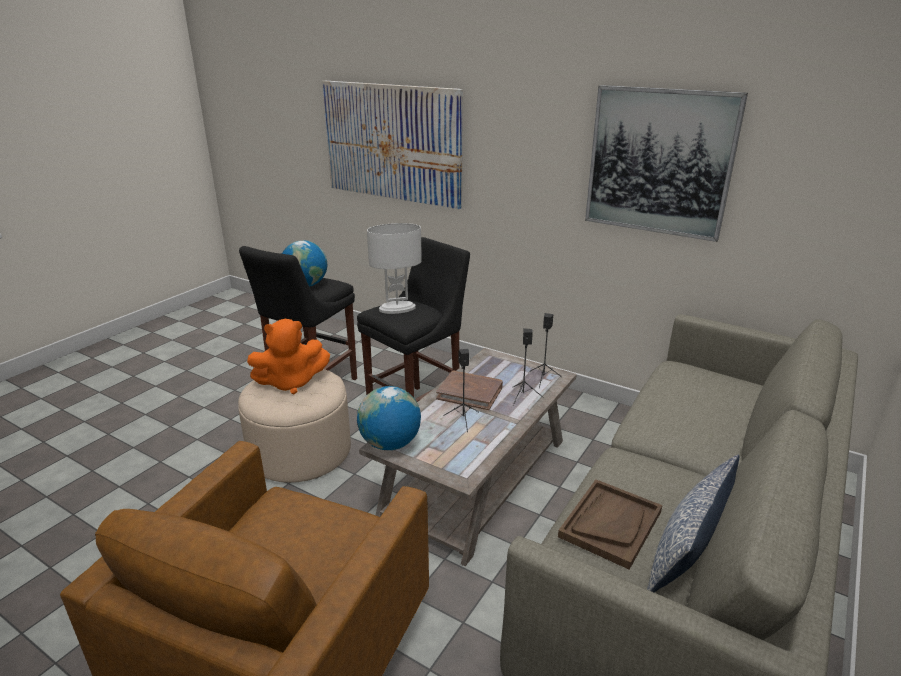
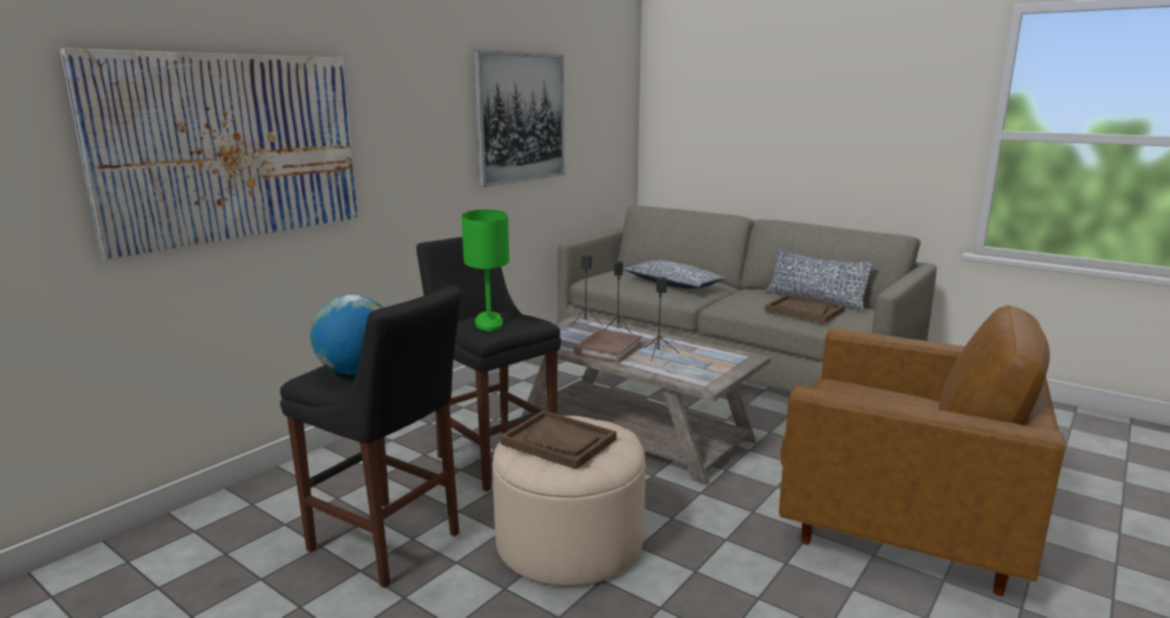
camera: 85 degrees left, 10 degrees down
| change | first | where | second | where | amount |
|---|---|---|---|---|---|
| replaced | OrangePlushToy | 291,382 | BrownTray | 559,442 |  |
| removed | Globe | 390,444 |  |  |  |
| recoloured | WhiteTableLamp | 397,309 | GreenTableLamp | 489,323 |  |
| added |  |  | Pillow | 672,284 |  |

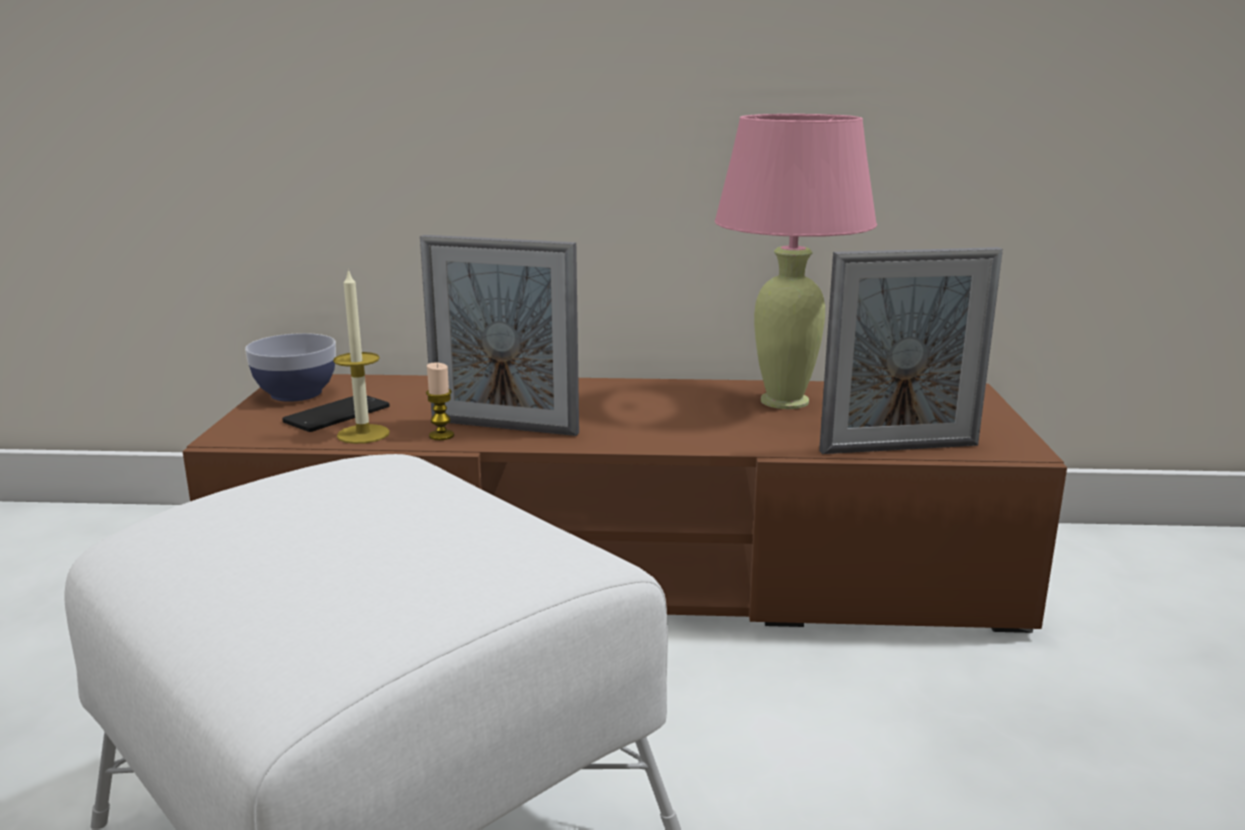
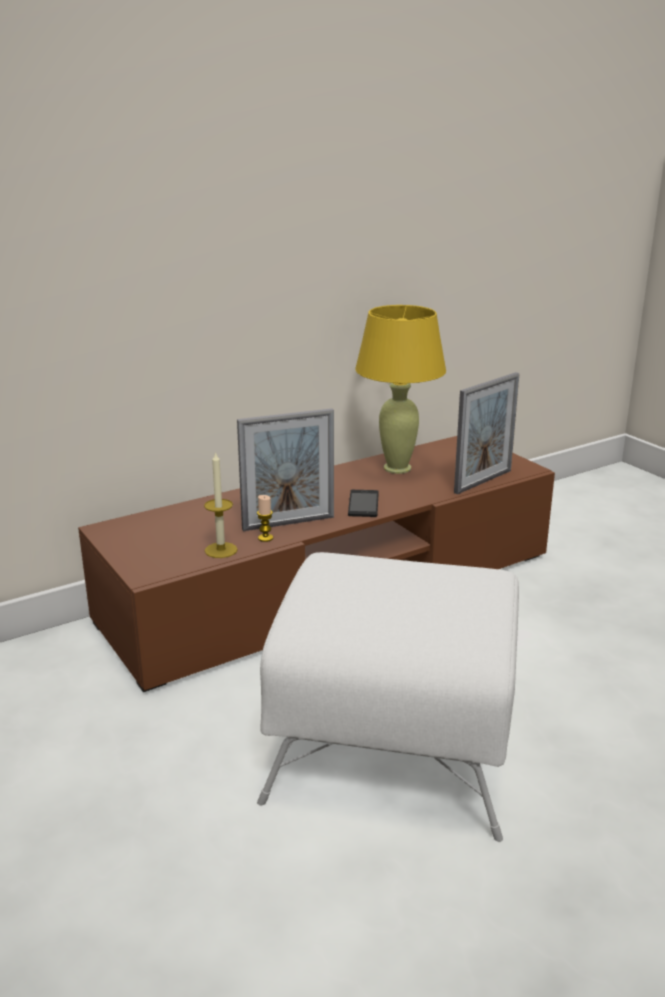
camera: 35 degrees left, 5 degrees up
| change | first | where | second | where | amount |
|---|---|---|---|---|---|
| removed | Bowl | 296,393 |  |  |  |
| moved | Phone | 337,414 |  | 363,504 |  |
| recoloured | PinkTableLamp | 784,401 | YellowTableLamp | 397,468 |  |

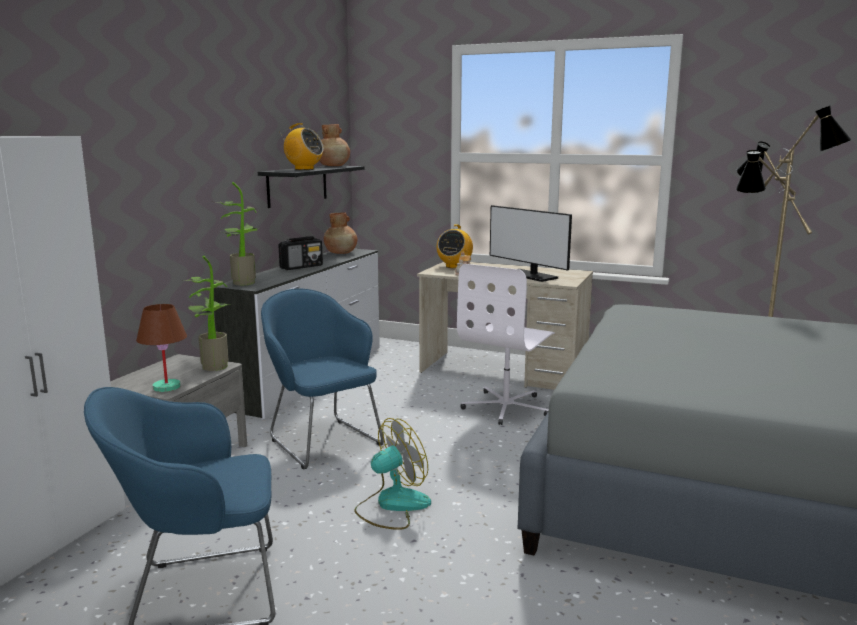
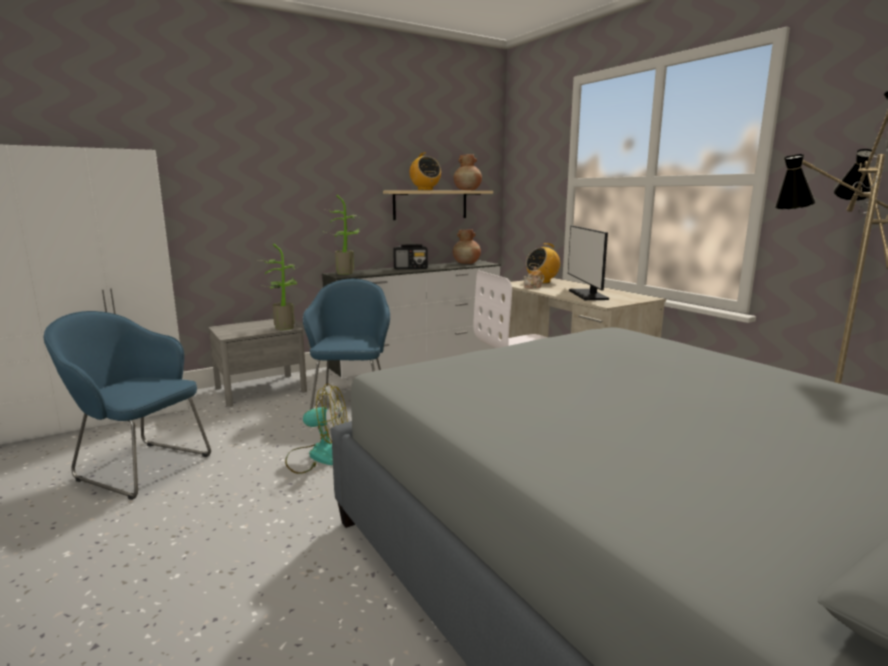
camera: 35 degrees right, 0 degrees up
| change | first | where | second | where | amount |
|---|---|---|---|---|---|
| removed | BrownTableLamp | 167,387 |  |  |  |
| recoloured | BlackShelf | 297,185 | BeigeShelf | 430,204 |  |

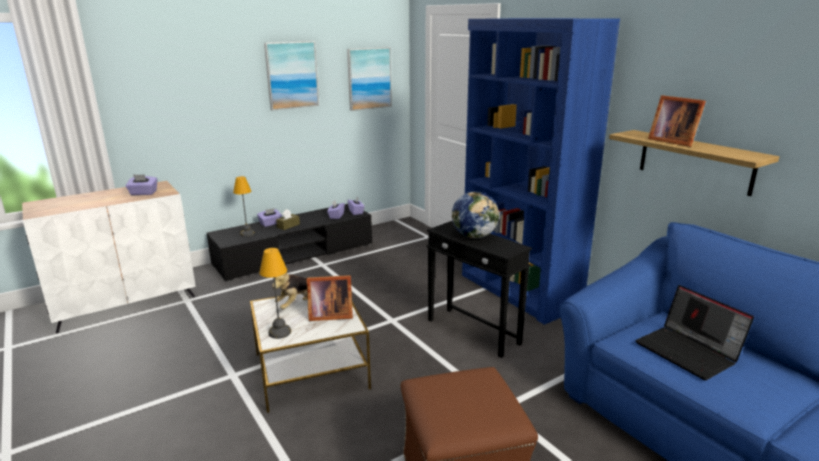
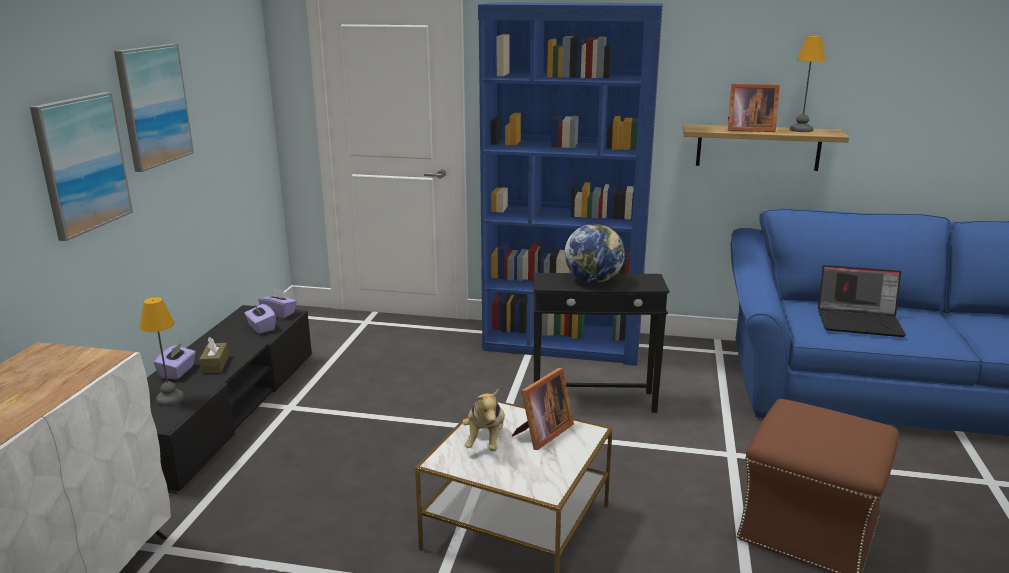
camera: 45 degrees left, 0 degrees up
| change | first | where | second | where | amount |
|---|---|---|---|---|---|
| removed | PurpleTissueBox | 143,193 |  |  |  |
| moved | TableLamp | 279,332 |  | 801,130 |  |
| moved | Picture | 369,78 |  | 82,164 |  |

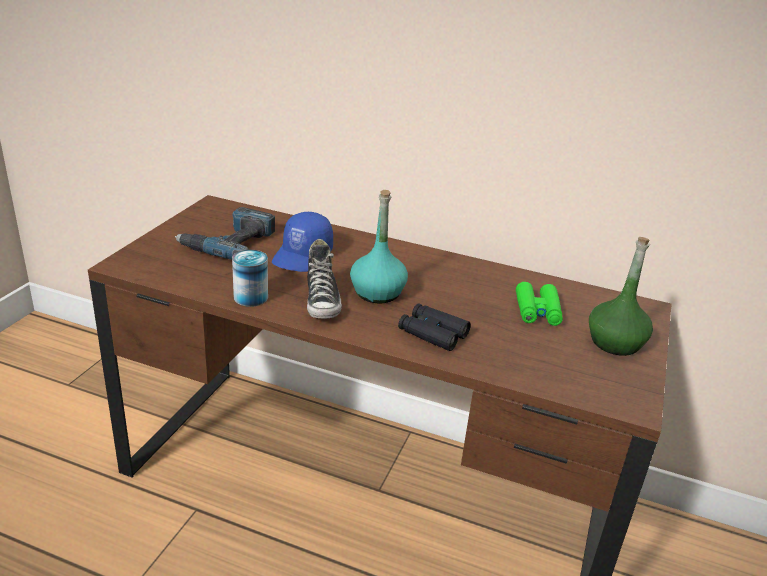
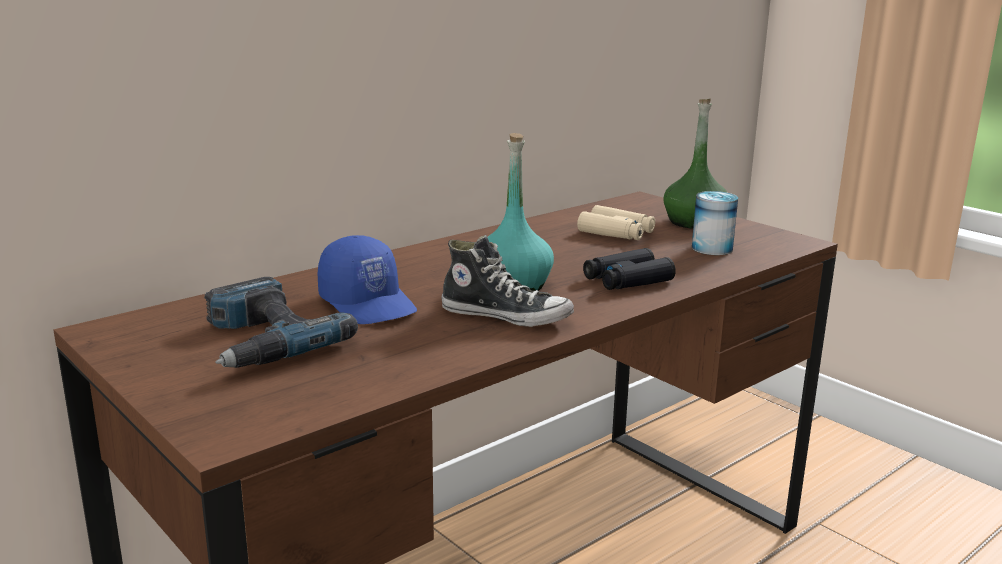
camera: 60 degrees left, 10 degrees down
| change | first | where | second | where | amount |
|---|---|---|---|---|---|
| moved | Can | 250,297 |  | 712,248 |  |
| recoloured | GreenBinoculars | 537,311 | BeigeBinoculars | 616,232 |  |

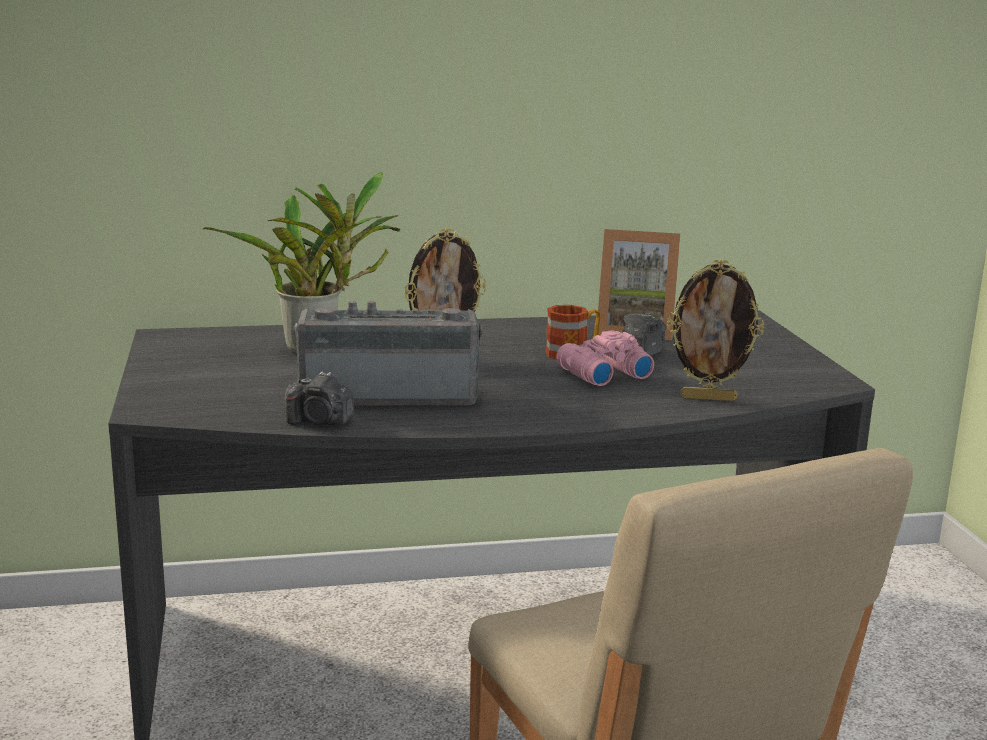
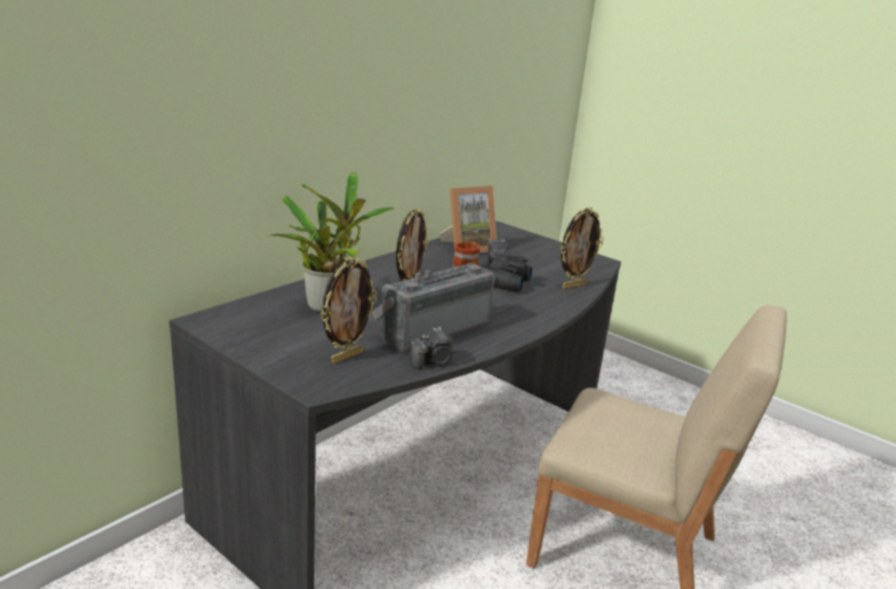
camera: 40 degrees left, 5 degrees up
| change | first | where | second | where | amount |
|---|---|---|---|---|---|
| recoloured | PinkBinoculars | 601,373 | BlackBinoculars | 503,282 |  |
| added |  |  | PictureFrame | 346,357 |  |

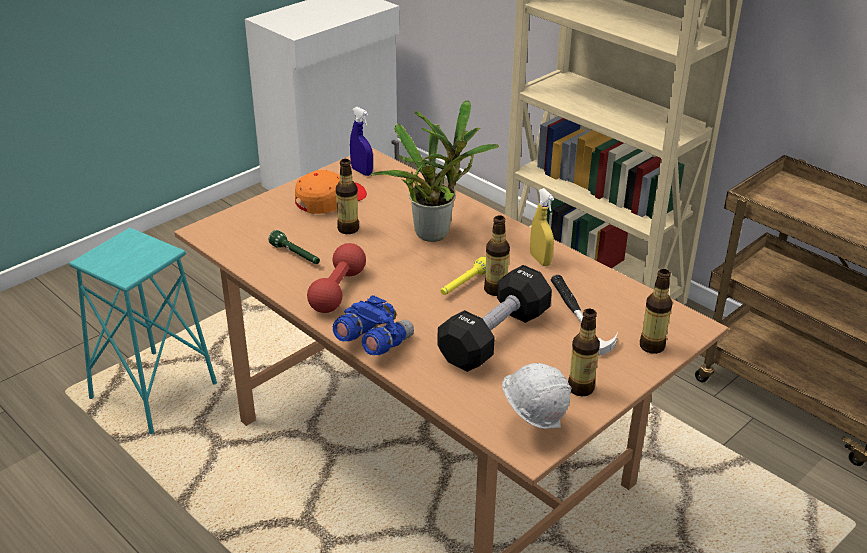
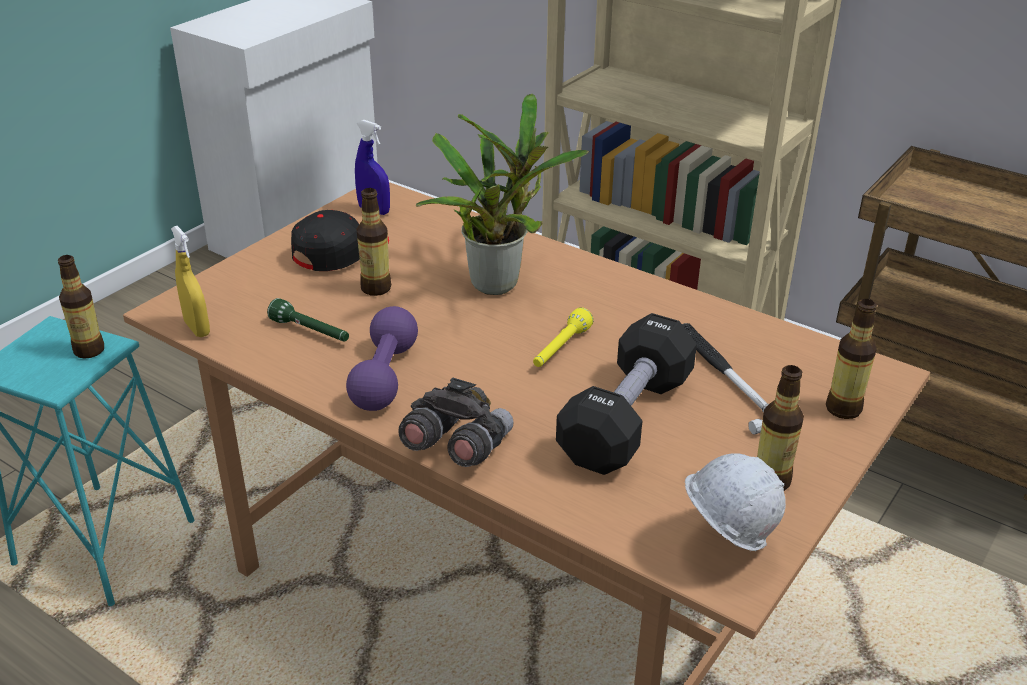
camera: 10 degrees left, 0 degrees up
| change | first | where | second | where | amount |
|---|---|---|---|---|---|
| recoloured | OrangeCap | 330,200 | BlackCap | 339,251 |  |
| recoloured | RedDumbbell | 338,291 | PurpleDumbbell | 384,376 |  |
| recoloured | BlueBinoculars | 373,343 | GreyBinoculars | 457,447 |  |
| moved | Bottle | 495,289 |  | 89,350 |  |
| moved | YellowSprayBottle | 540,260 |  | 197,328 |  |

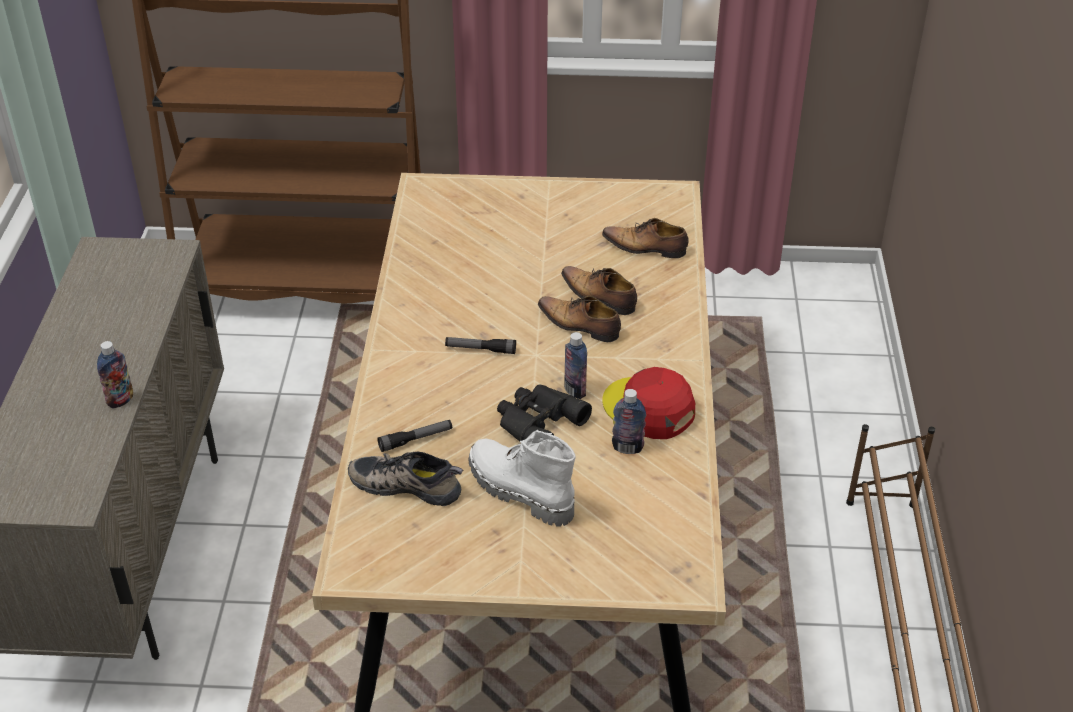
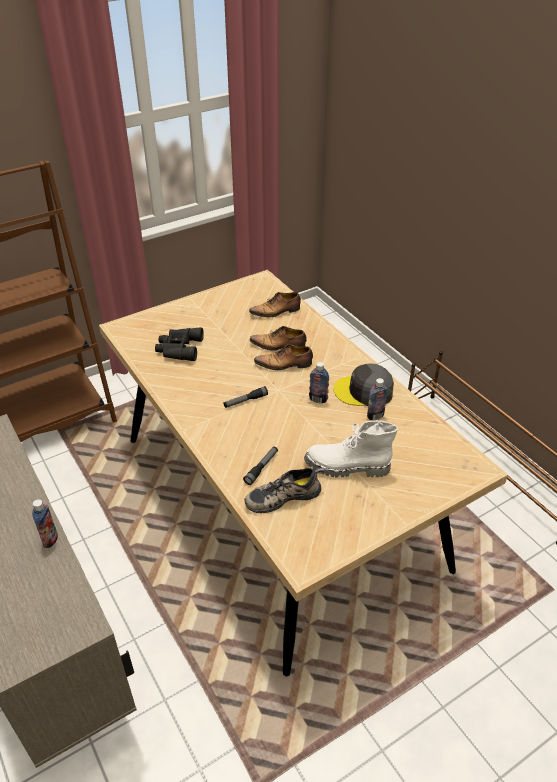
camera: 35 degrees left, 0 degrees up
| change | first | where | second | where | amount |
|---|---|---|---|---|---|
| moved | BlackBinoculars | 537,422 |  | 178,348 |  |
| recoloured | RedCap | 648,409 | GreyCap | 364,391 |  |

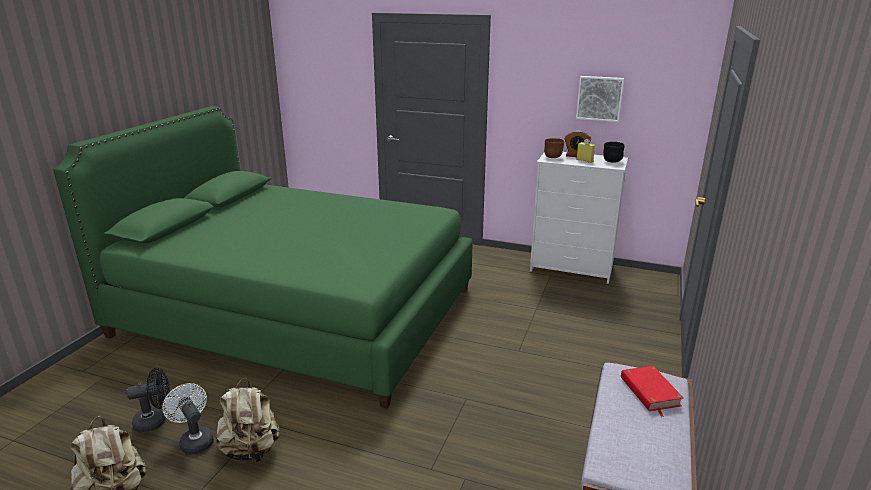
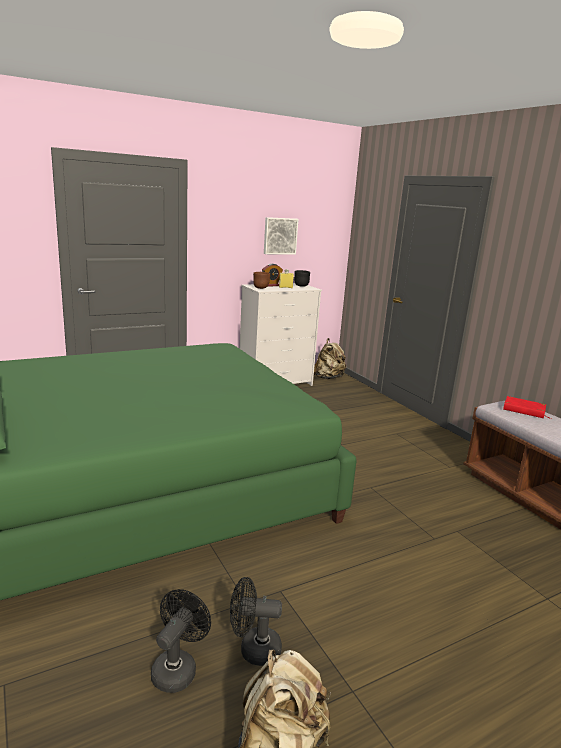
camera: 50 degrees left, 5 degrees down
| change | first | where | second | where | amount |
|---|---|---|---|---|---|
| recoloured | WhiteFan | 194,440 | BlackFan | 253,649 |  |
| moved | BeigeBackpack | 251,450 |  | 328,378 |  |

